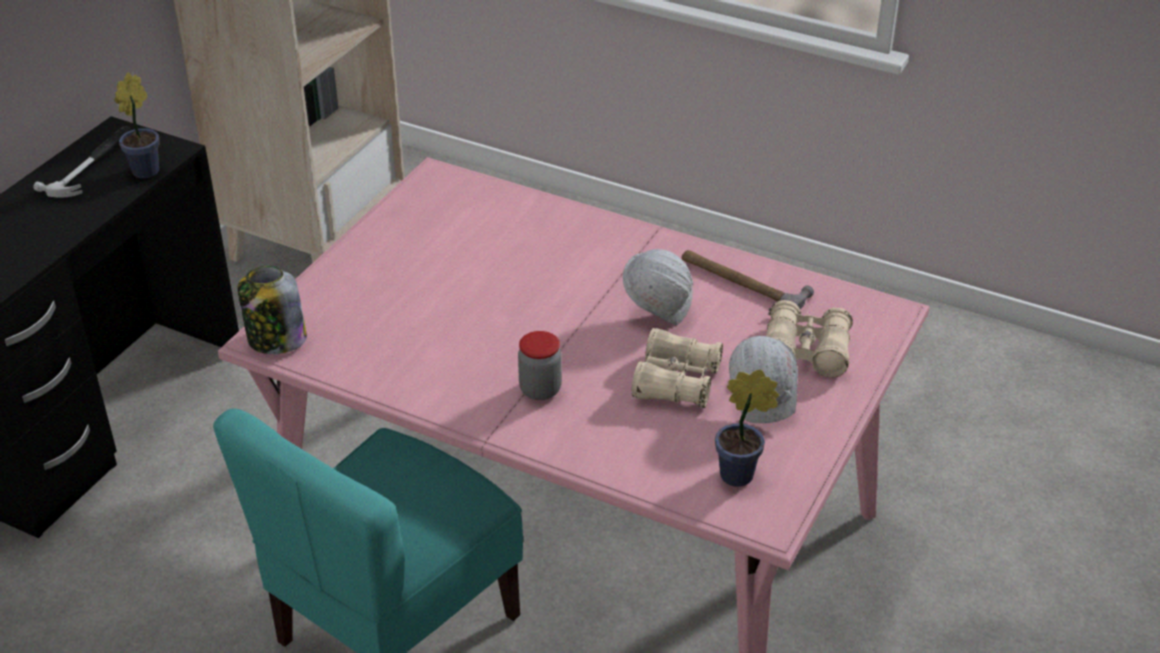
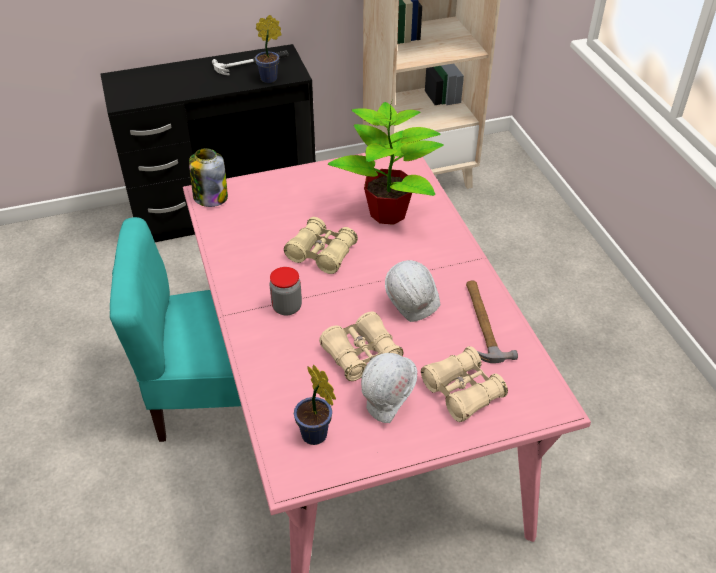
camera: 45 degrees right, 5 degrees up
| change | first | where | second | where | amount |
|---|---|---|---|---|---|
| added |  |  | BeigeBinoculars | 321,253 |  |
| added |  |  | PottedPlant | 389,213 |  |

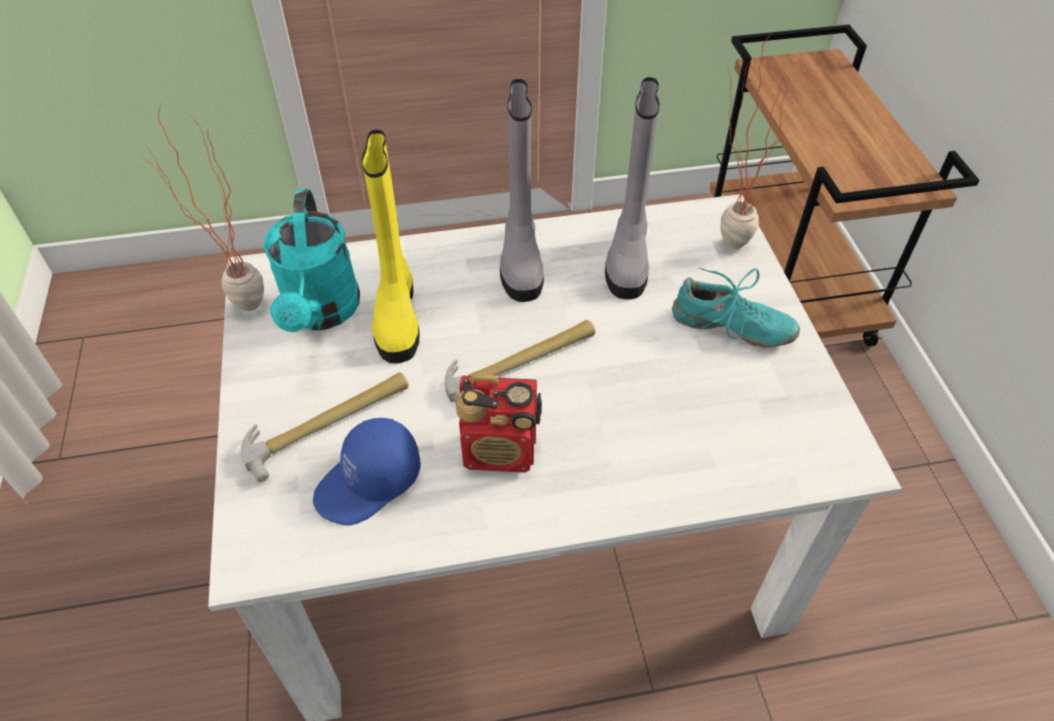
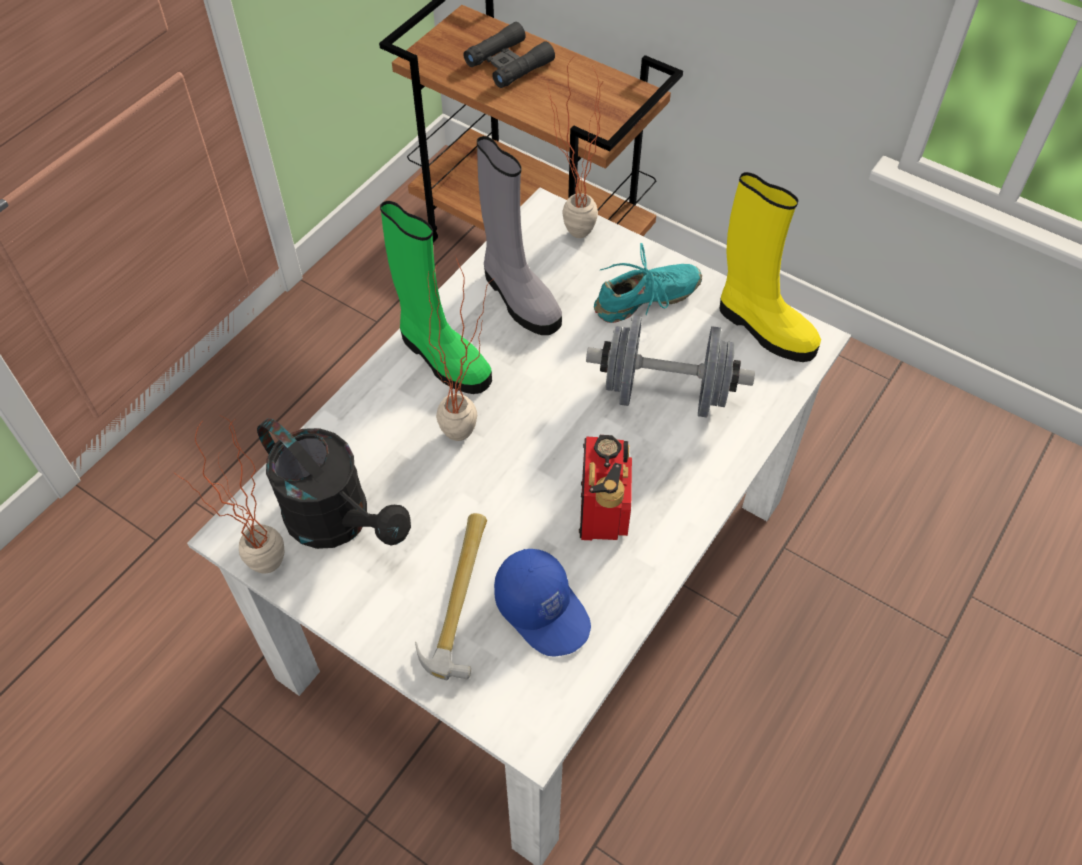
camera: 45 degrees left, 5 degrees up
| change | first | where | second | where | amount |
|---|---|---|---|---|---|
| recoloured | TurquoiseWateringCan | 321,313 | BlackWateringCan | 339,522 |  |
| turned | BlueCap | 369,483 |  | 543,609 | 45 degrees counterclockwise |
| moved | YellowBoot | 397,315 |  | 763,328 |  |
| removed | Hammer | 521,364 |  |  |  |
| turned | Radio | 500,451 |  | 603,510 | 45 degrees counterclockwise |
| recoloured | GreyBoot | 521,259 | GreenBoot | 442,357 |  |
| added |  |  | PottedPlant | 471,434 |  |
| added |  |  | BlackBinoculars | 509,63 |  |
| added |  |  | GreyDumbbell | 665,393 |  |

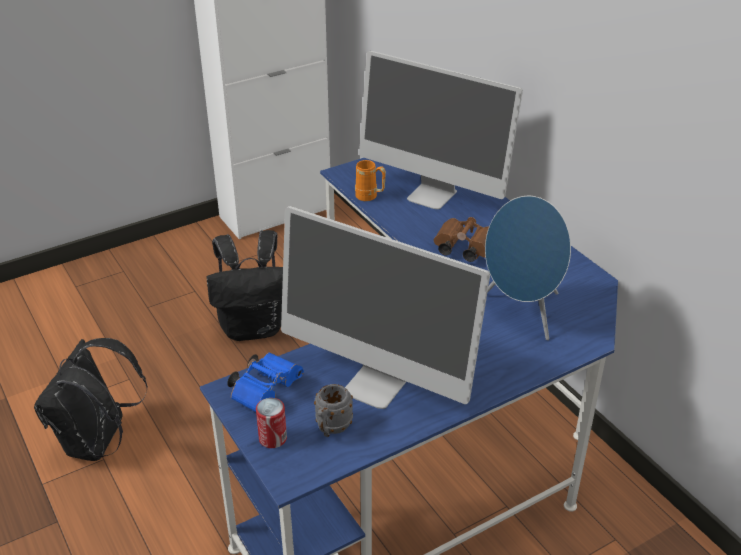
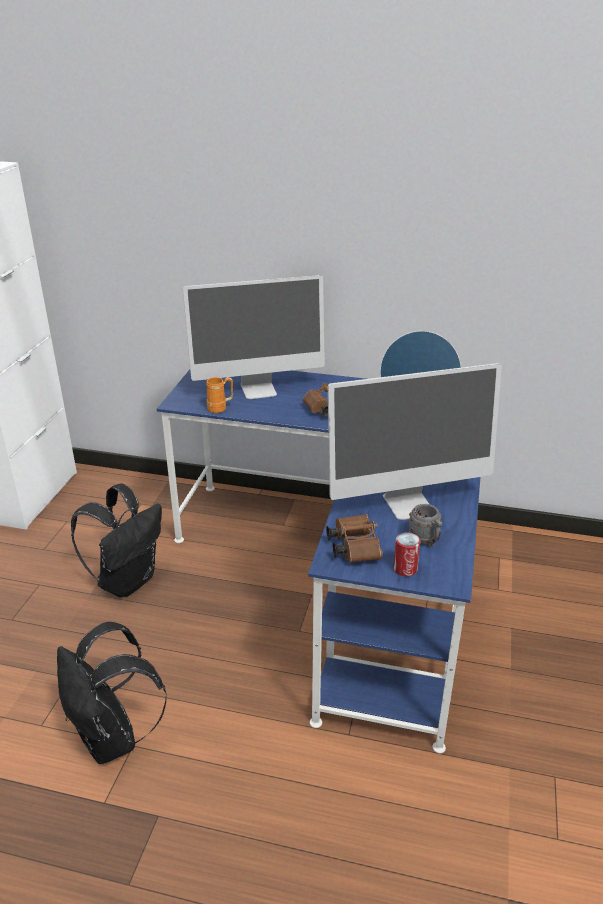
camera: 45 degrees left, 5 degrees down
| change | first | where | second | where | amount |
|---|---|---|---|---|---|
| recoloured | BlueBinoculars | 266,390 | BrownBinoculars | 353,547 |  |

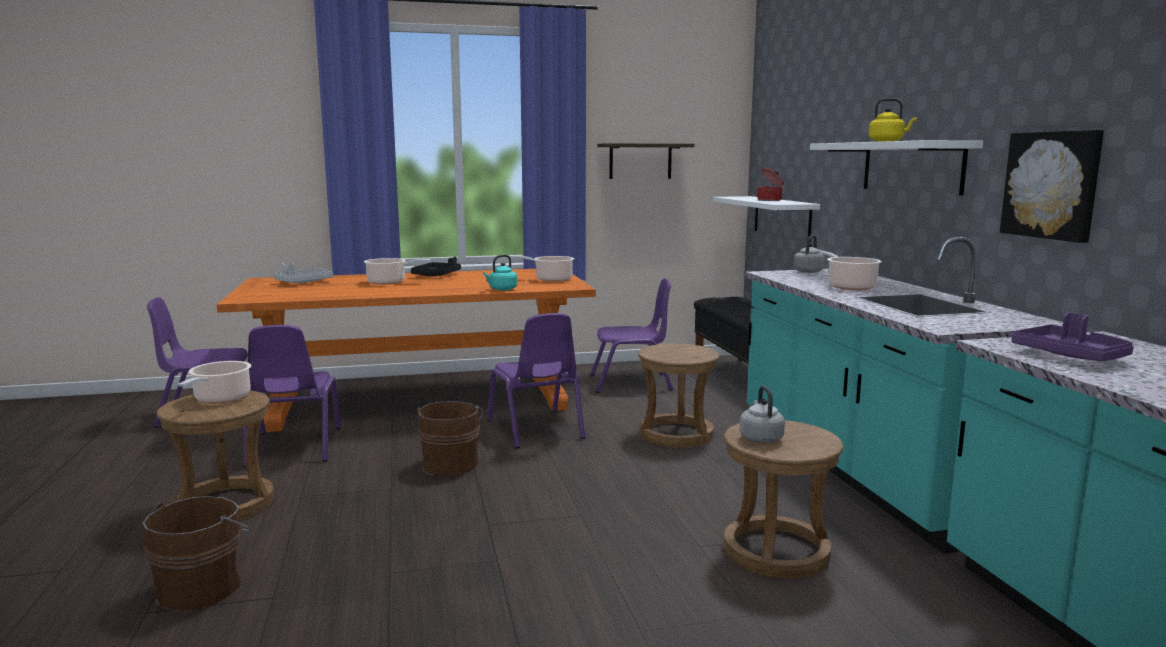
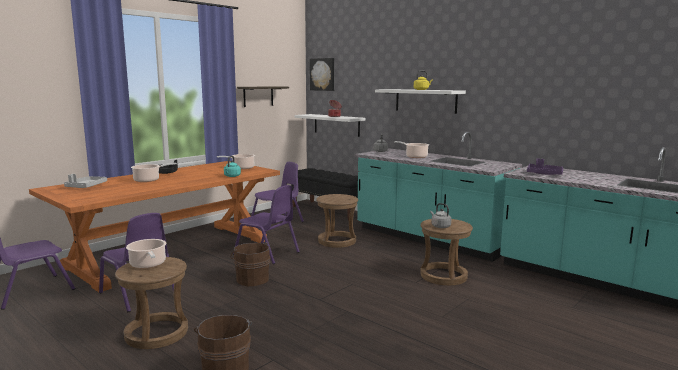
camera: 35 degrees left, 0 degrees up
| change | first | where | second | where | amount |
|---|---|---|---|---|---|
| moved | Picture | 1052,185 |  | 323,74 |  |

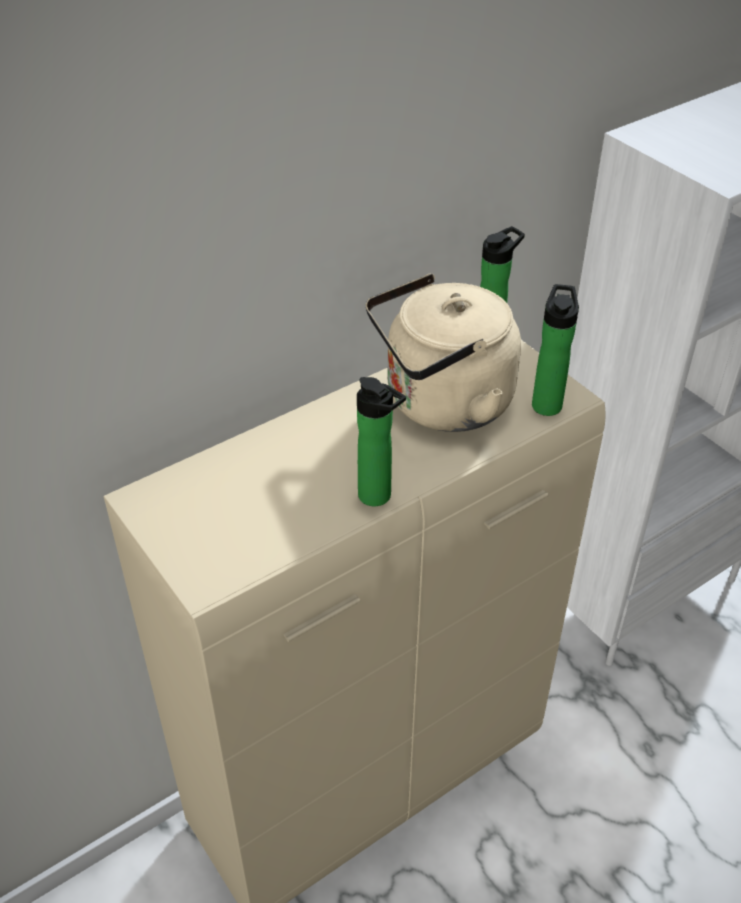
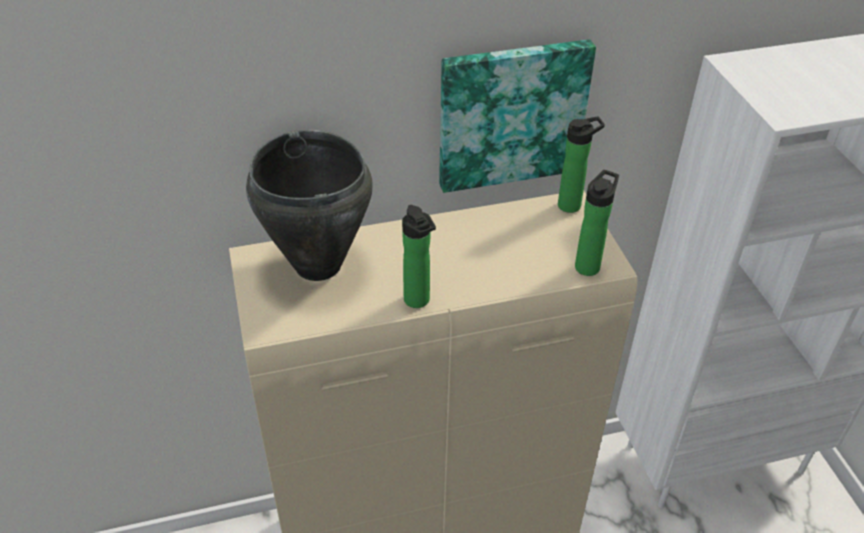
camera: 20 degrees right, 0 degrees up
| change | first | where | second | where | amount |
|---|---|---|---|---|---|
| removed | BeigeKettle | 442,404 |  |  |  |
| added |  |  | BlackCookingPot | 317,265 |  |
| added |  |  | Picture | 511,114 |  |

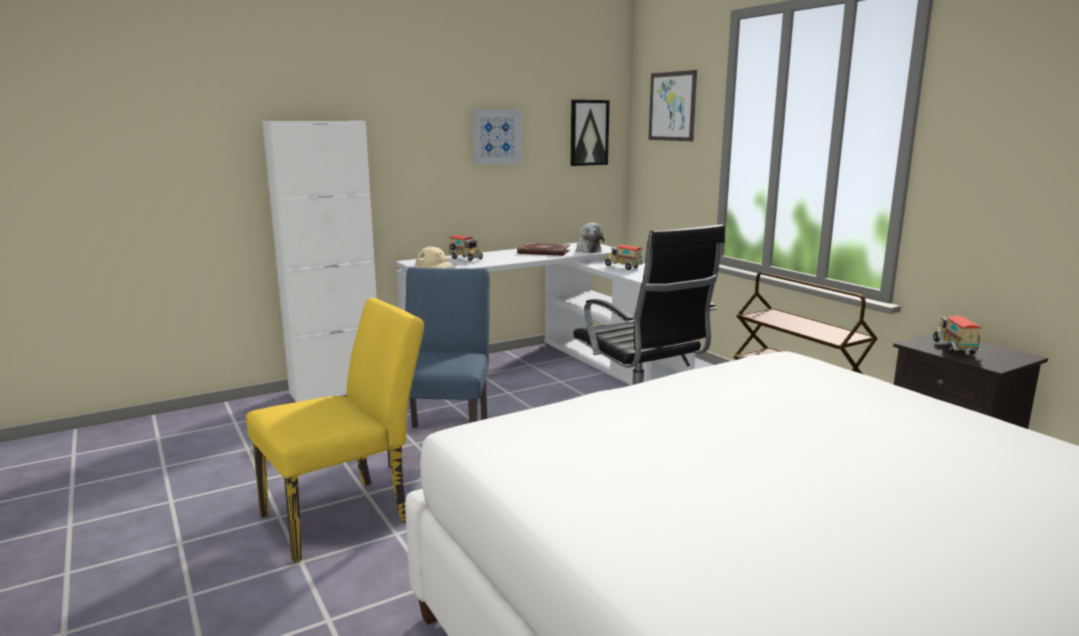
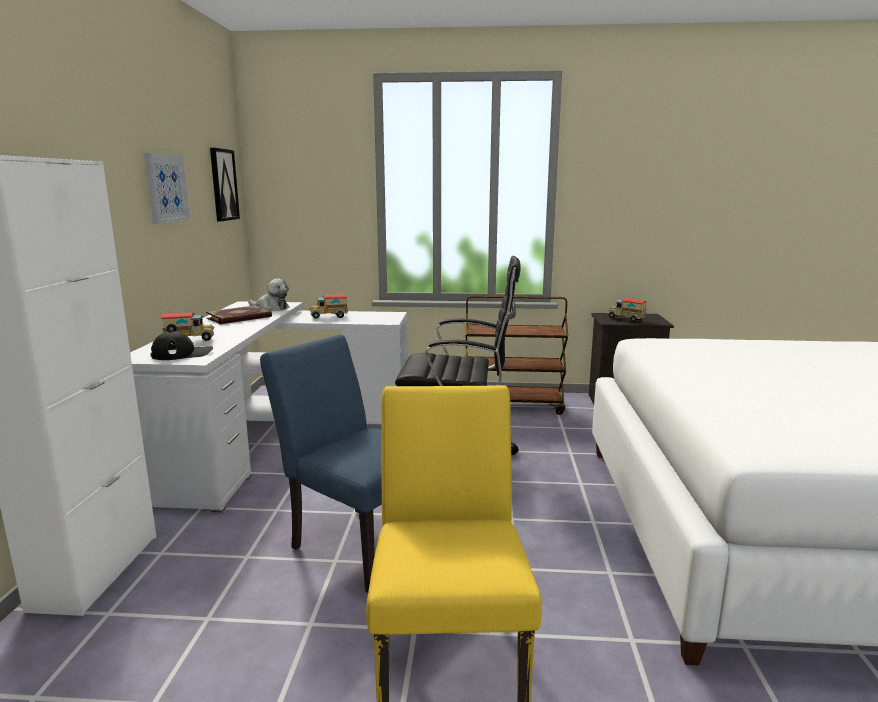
camera: 55 degrees left, 0 degrees up
| change | first | where | second | where | amount |
|---|---|---|---|---|---|
| recoloured | BeigeCap | 436,265 | BlackCap | 182,354 |  |
| removed | Picture | 672,106 |  |  |  |

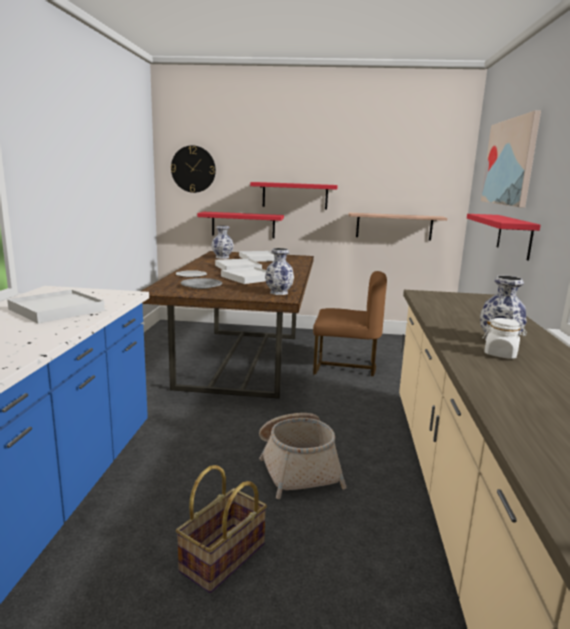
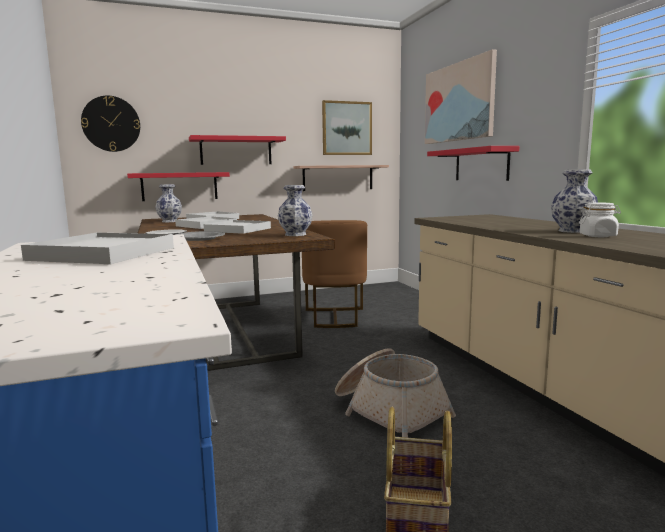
camera: 25 degrees left, 5 degrees down
| change | first | where | second | where | amount |
|---|---|---|---|---|---|
| turned | BrownChair | 345,366 |  | 334,318 | 105 degrees clockwise |
| added |  |  | Picture | 346,128 |  |

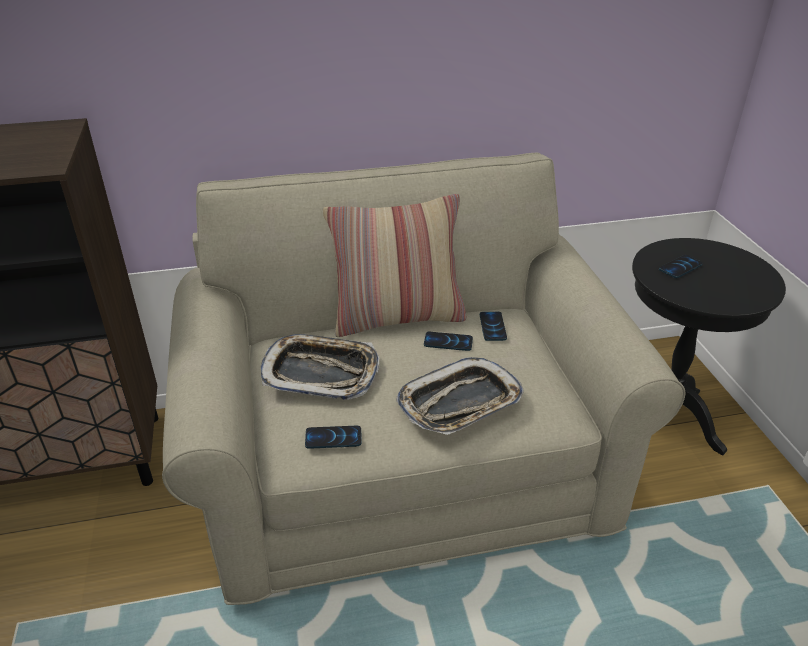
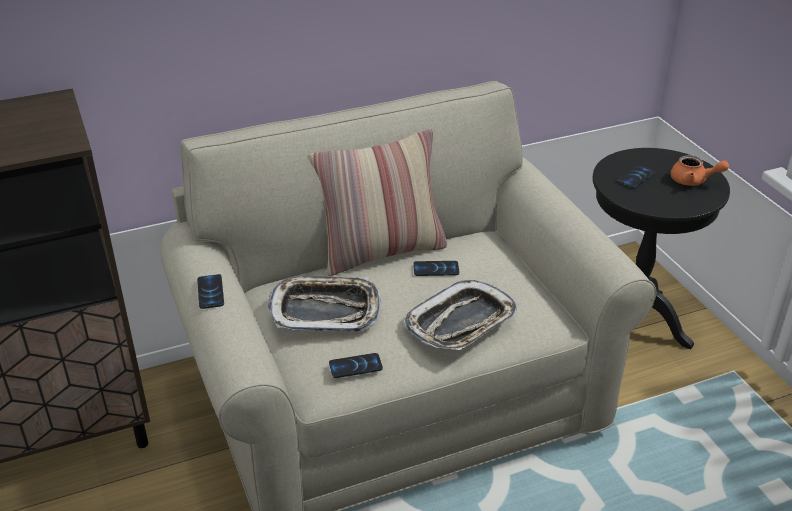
camera: 10 degrees left, 0 degrees up
| change | first | where | second | where | amount |
|---|---|---|---|---|---|
| moved | Phone | 492,327 |  | 210,292 |  |
| added |  |  | OrangeTeapot | 693,181 |  |

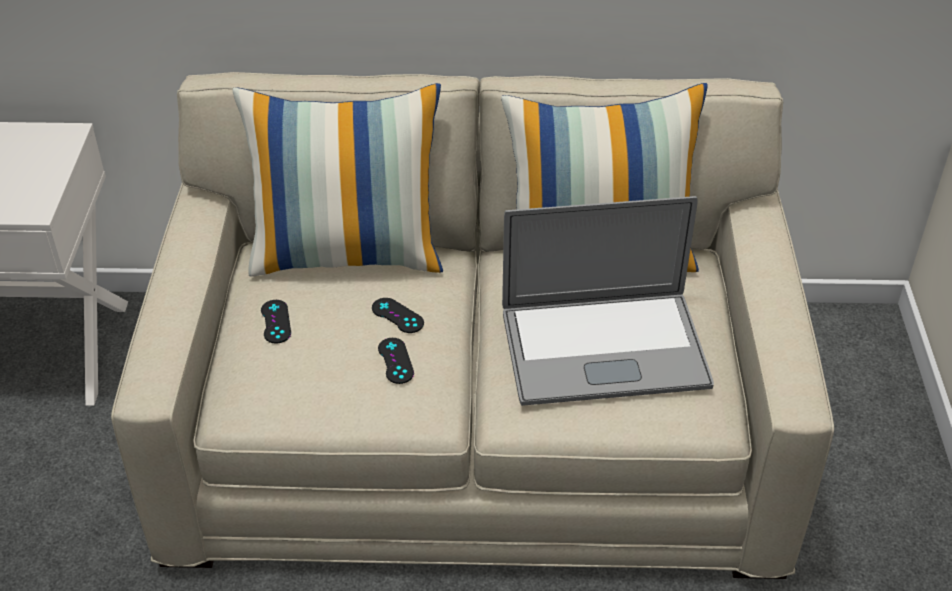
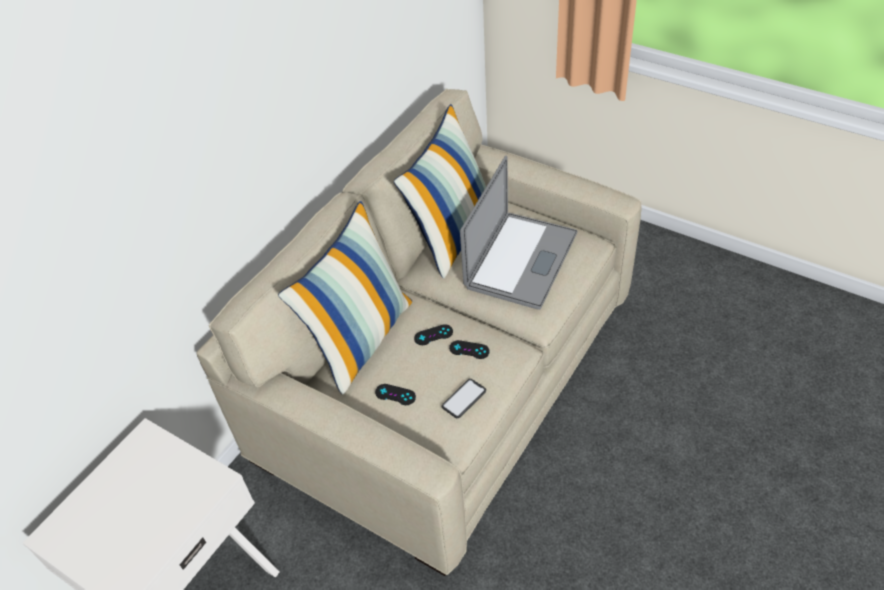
camera: 55 degrees left, 5 degrees up
| change | first | where | second | where | amount |
|---|---|---|---|---|---|
| added |  |  | Phone | 464,399 |  |

